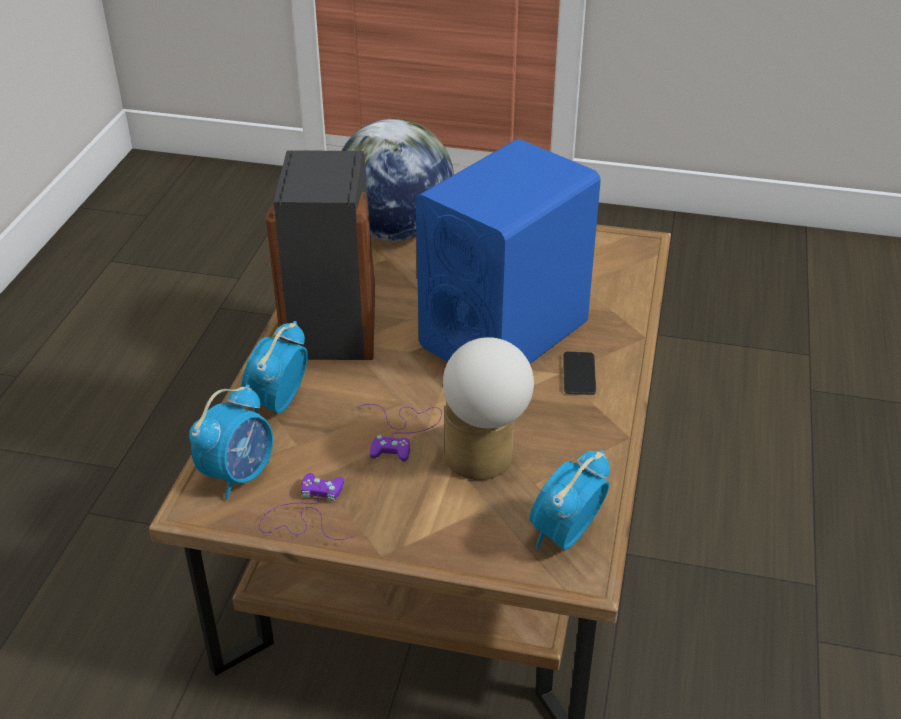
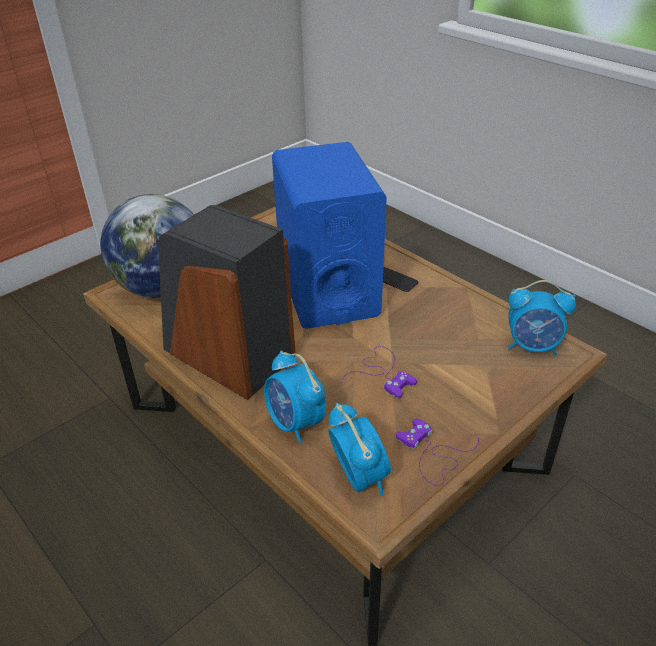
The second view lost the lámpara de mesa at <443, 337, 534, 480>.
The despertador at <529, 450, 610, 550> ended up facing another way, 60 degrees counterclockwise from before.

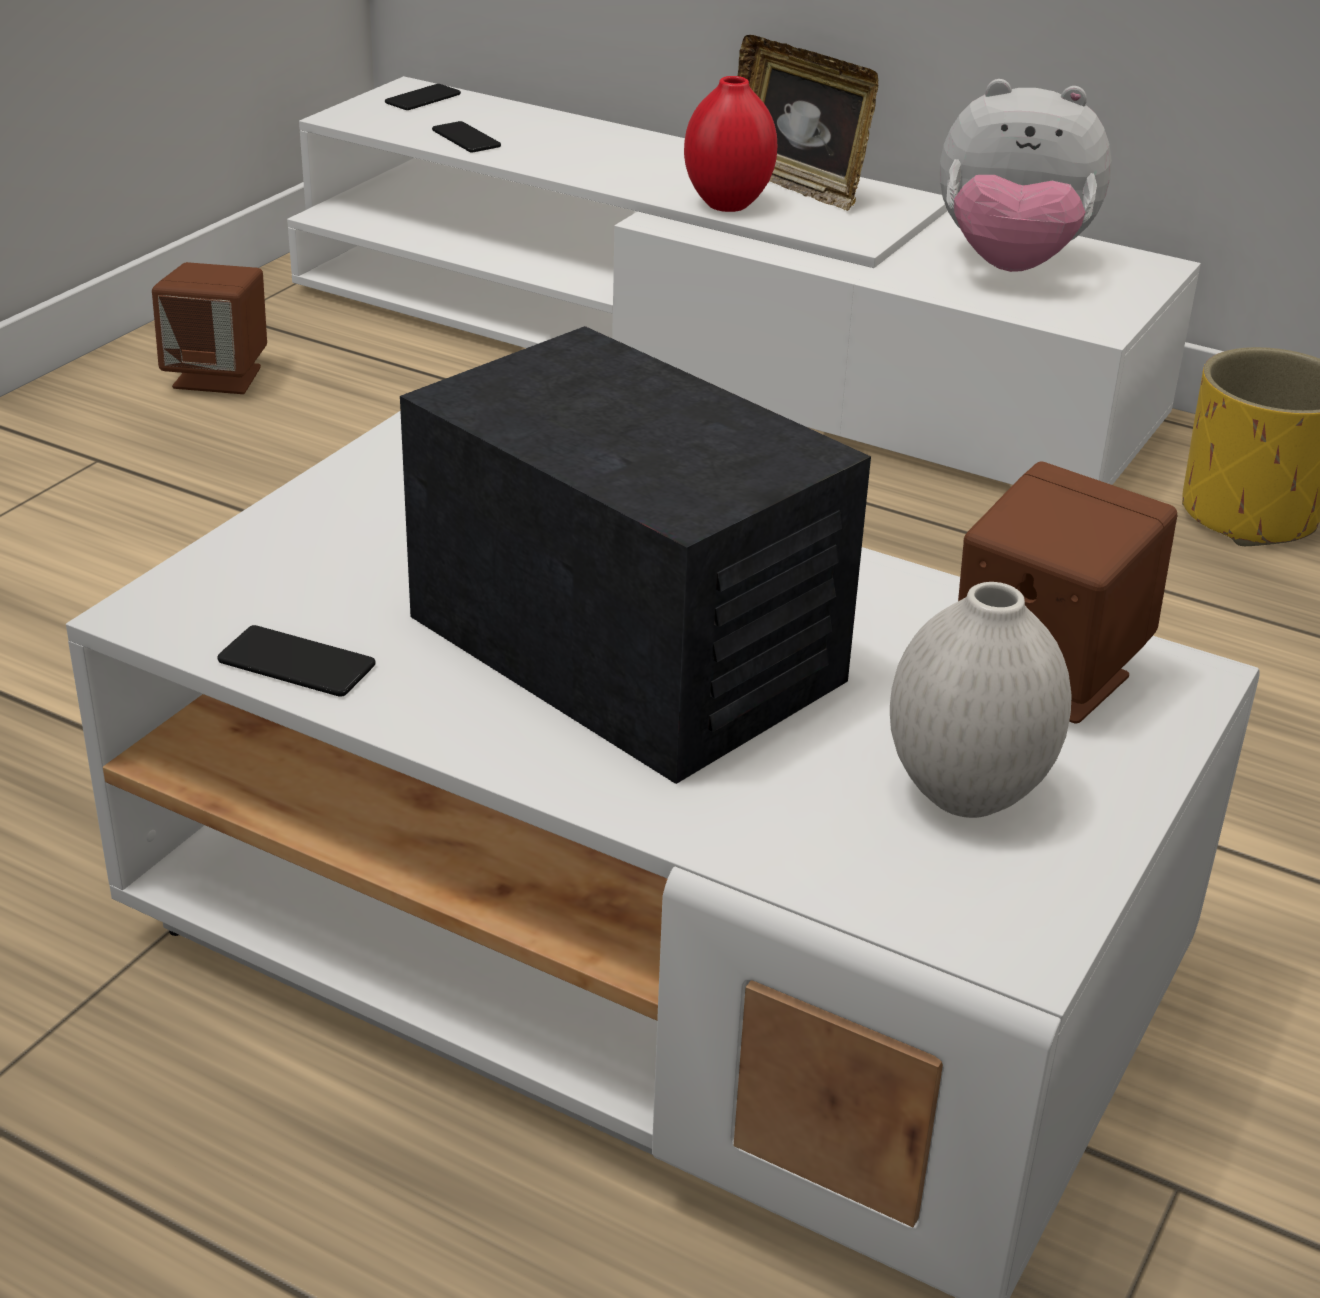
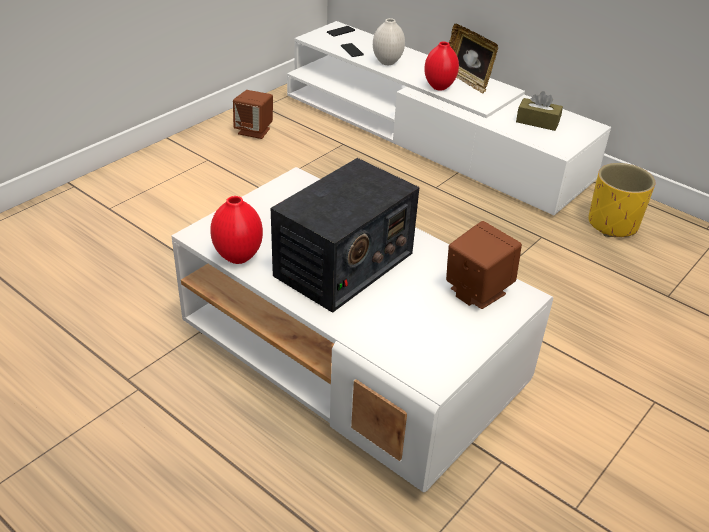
Where the peluche stood at <940, 79, 1112, 272>, the caja de pañuelos [marrón] came to stand at <516, 91, 563, 131>.
The radio at <400, 326, 871, 784> ended up facing another way, 75 degrees clockwise from before.
The florero [blanco] ended up elsewhere, having gone from <890, 582, 1072, 818> to <373, 18, 405, 65>.
Where the móvil stood at <217, 625, 376, 697>, the florero [rojo] came to stand at <210, 196, 263, 264>.

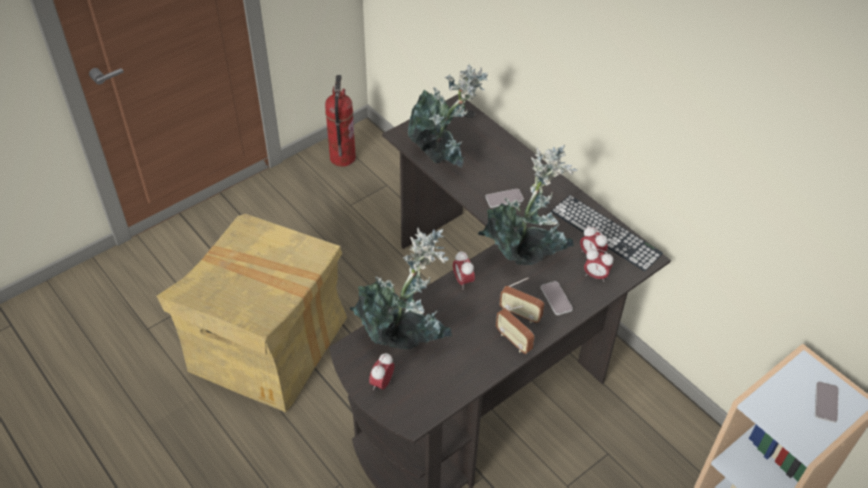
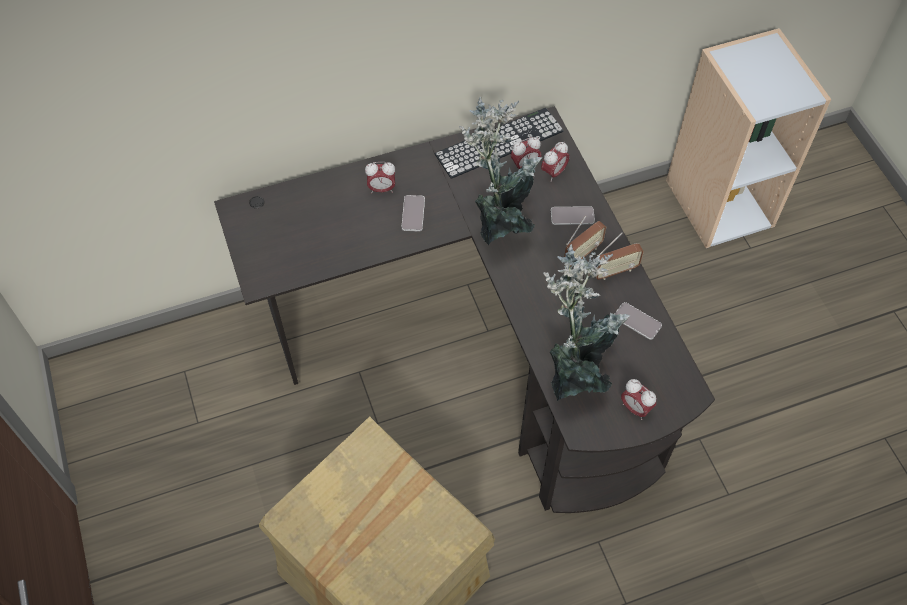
The second view lost the planta en maceta at <408, 65, 488, 168>.
The second view lost the extintor at <325, 75, 356, 167>.
The despertador ended up elsewhere, having gone from <453, 251, 475, 287> to <365, 162, 395, 194>.
The móvil ended up elsewhere, having gone from <815, 382, 839, 423> to <615, 302, 662, 340>.

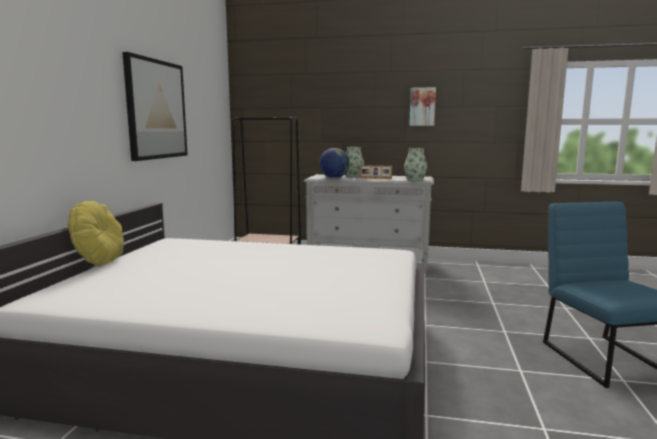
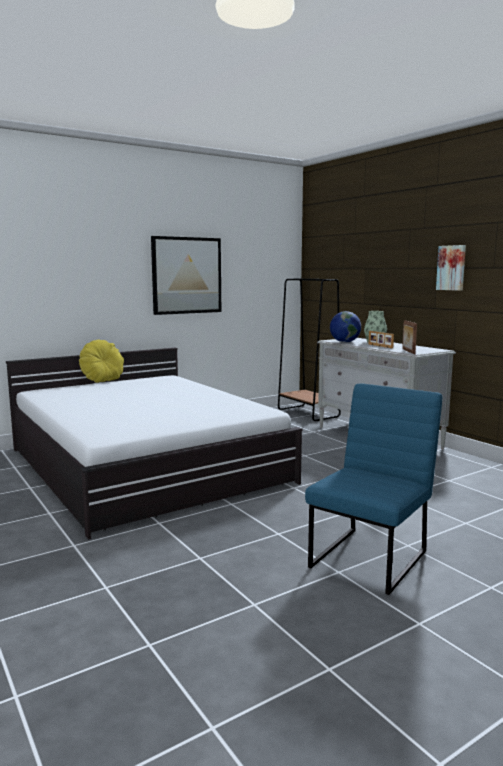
Where the florero stood at <404, 148, 427, 181>, the portarretratos came to stand at <402, 320, 417, 354>.

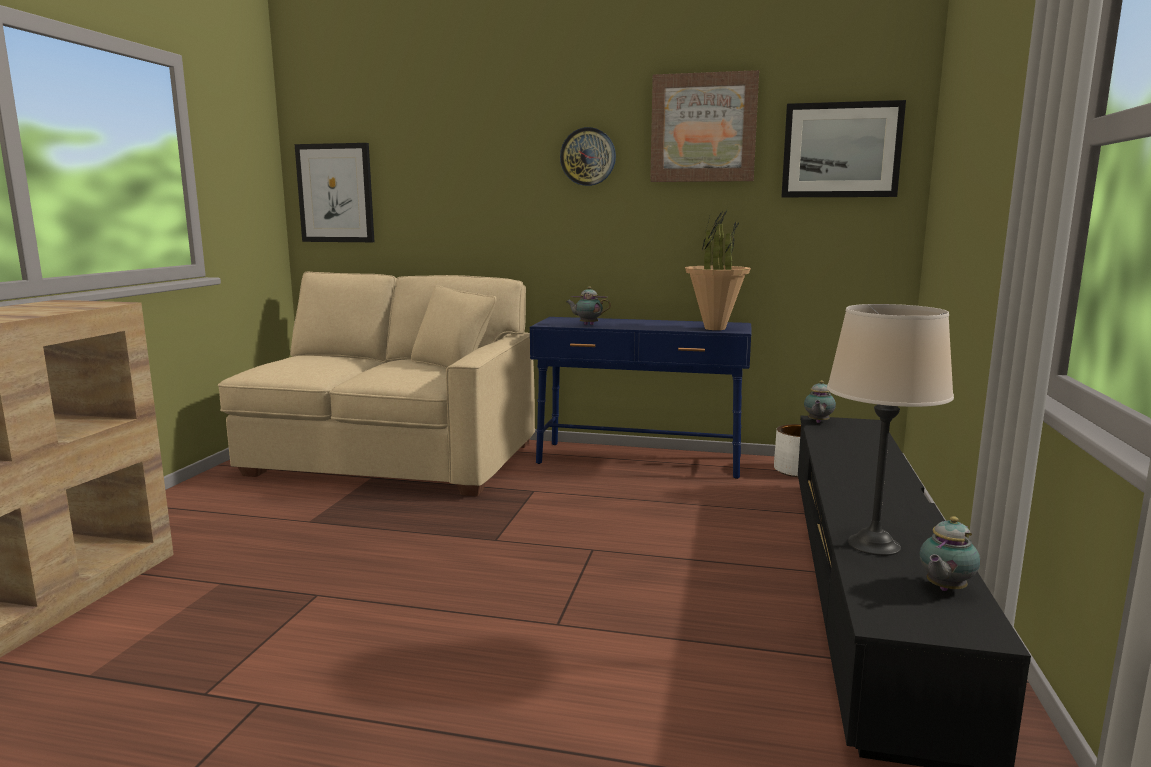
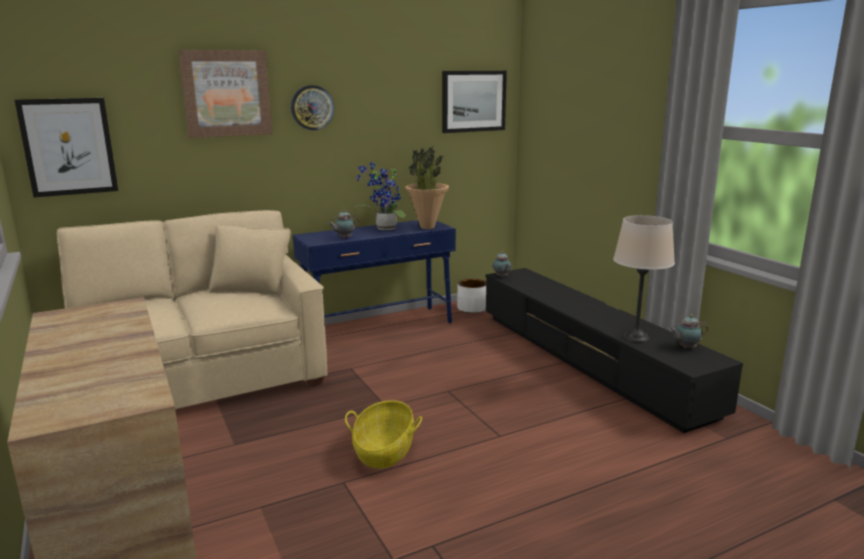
The cuadro ended up elsewhere, having gone from <650, 70, 759, 182> to <178, 50, 272, 138>.
The tetera at <920, 516, 980, 591> ended up facing another way, 75 degrees clockwise from before.
The second view gained the planta en maceta at <355, 162, 406, 230>.
The second view gained the cesta at <345, 400, 422, 469>.

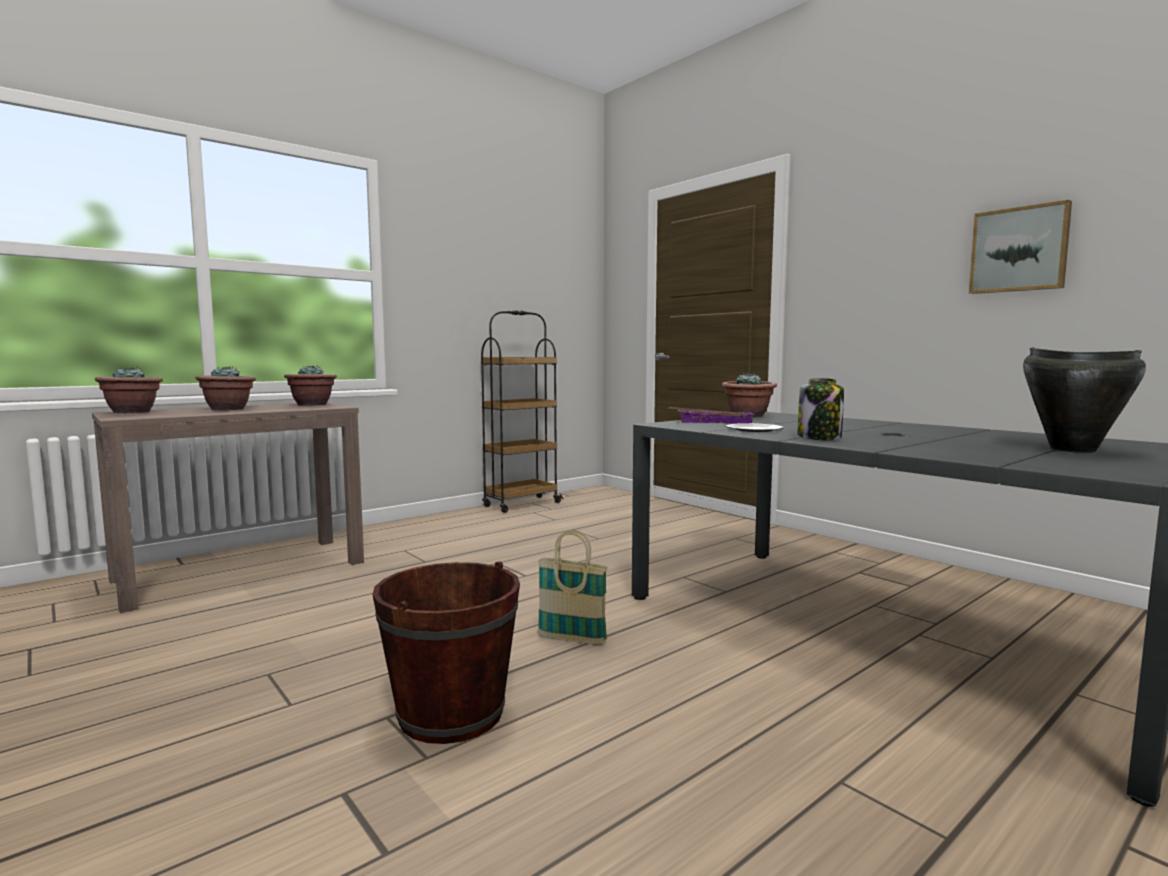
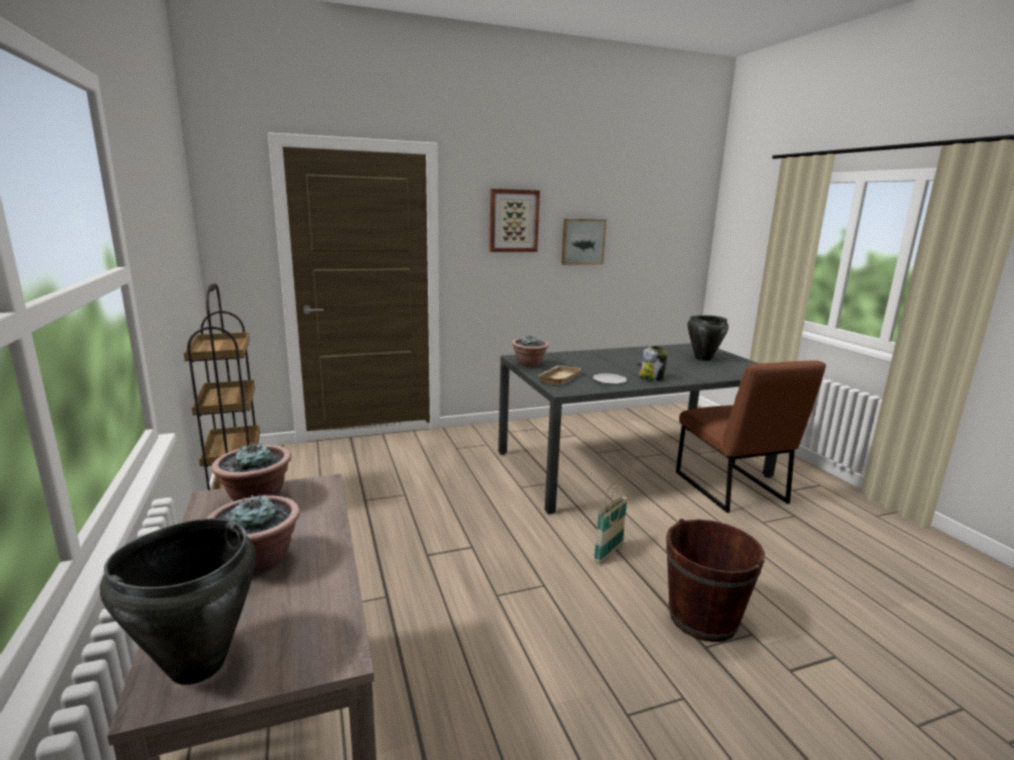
Where the planta en maceta stood at <95, 367, 163, 413>, the olla [negro] came to stand at <100, 518, 256, 685>.
What was the bandeja [morado] at <678, 410, 755, 424> turned into the bandeja [beis] at <538, 365, 581, 385>.
The second view gained the cuadro at <489, 189, 540, 252>.
The second view gained the silla [marrón] at <676, 360, 826, 513>.

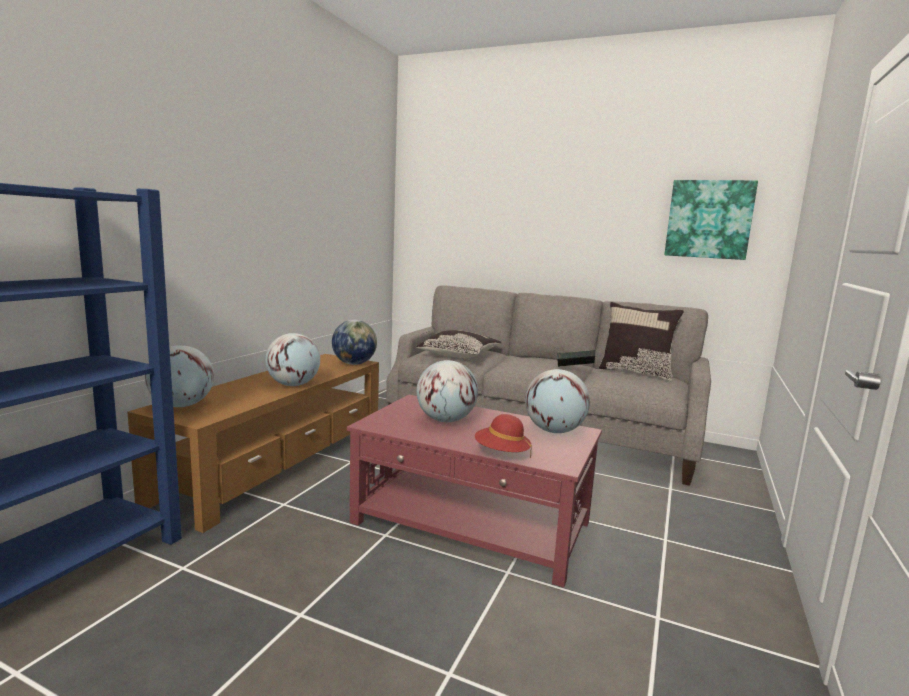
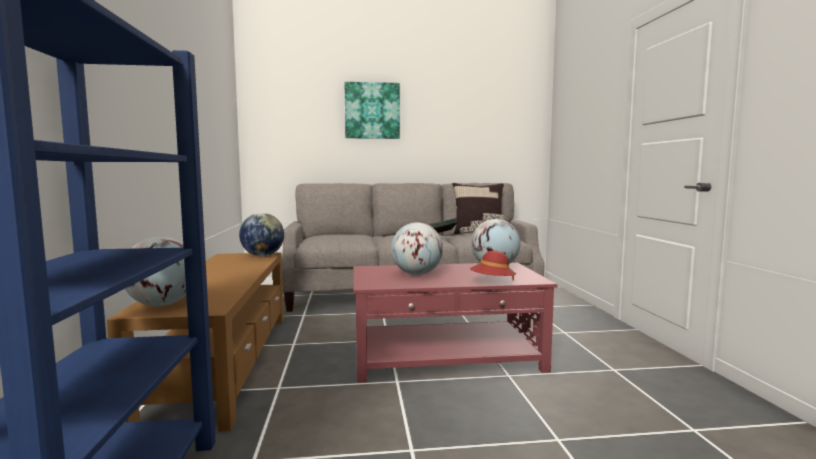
The cuadro ended up elsewhere, having gone from <664, 180, 758, 260> to <345, 82, 400, 139>.
The second view lost the cojín at <416, 330, 501, 358>.
The second view lost the globo terráqueo at <265, 333, 320, 386>.

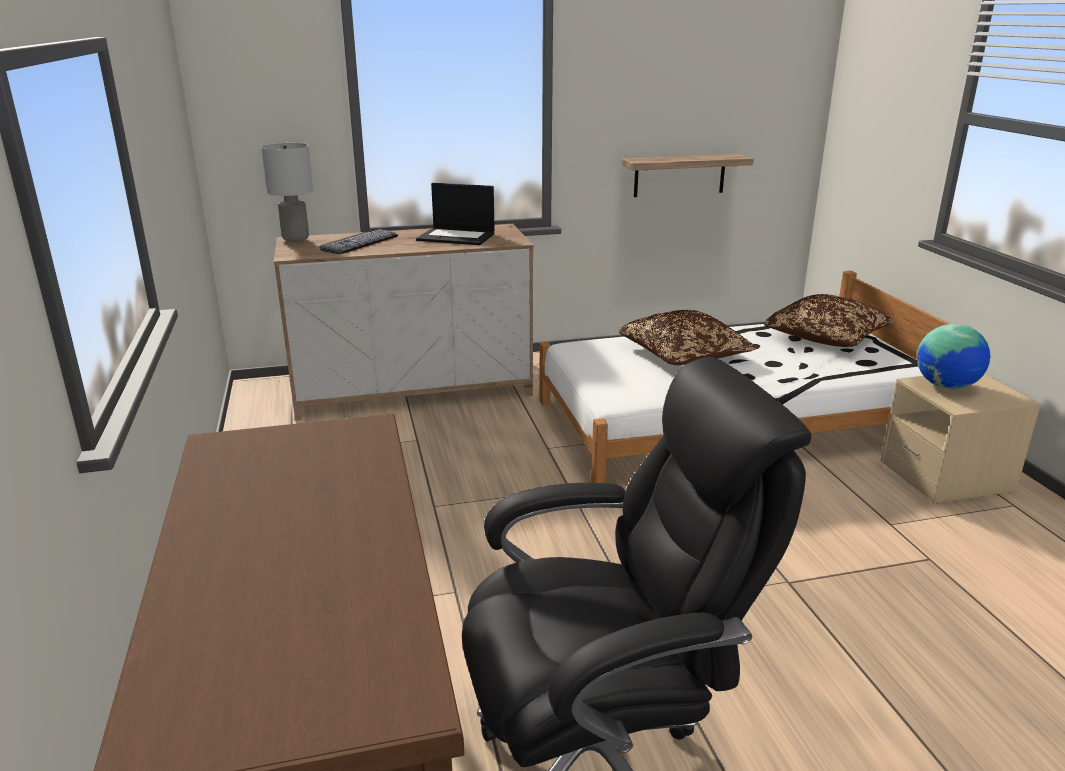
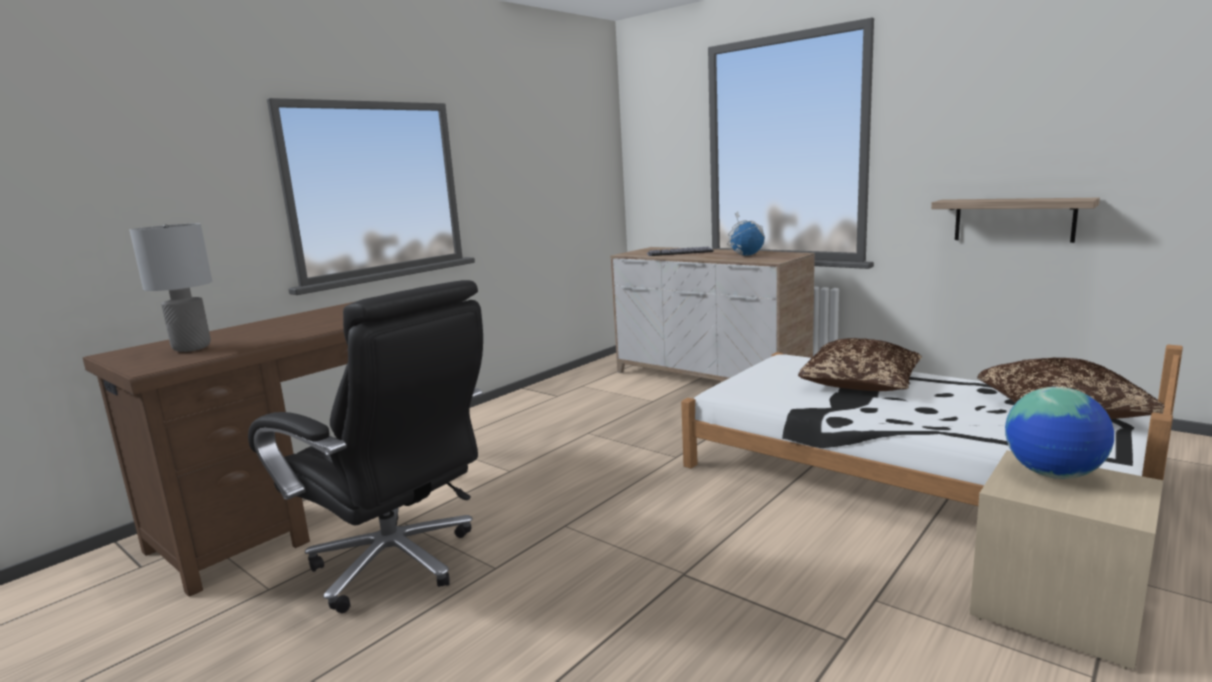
The lámpara de mesa [gris] ended up elsewhere, having gone from <261, 143, 313, 242> to <129, 223, 212, 352>.
Where the portátil stood at <416, 183, 495, 245>, the globo terráqueo came to stand at <727, 211, 765, 256>.

